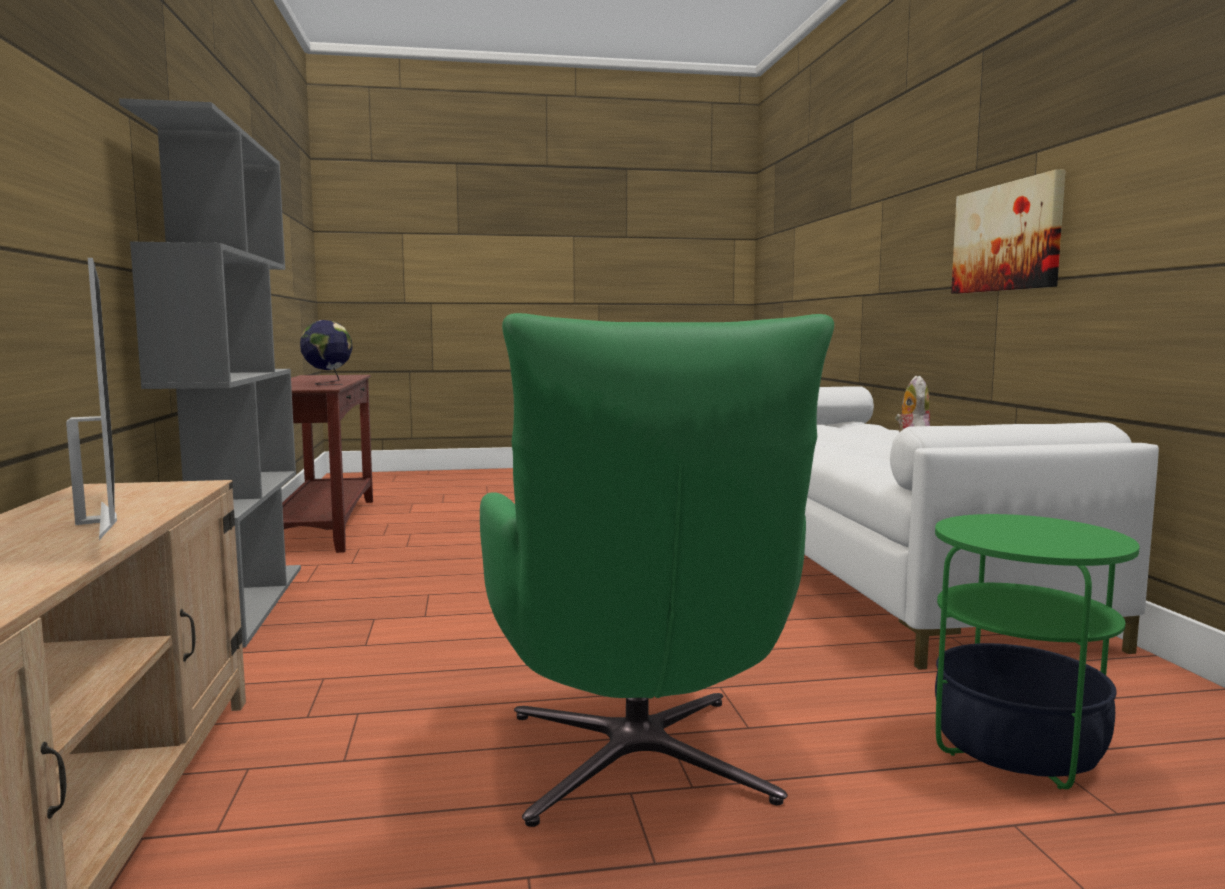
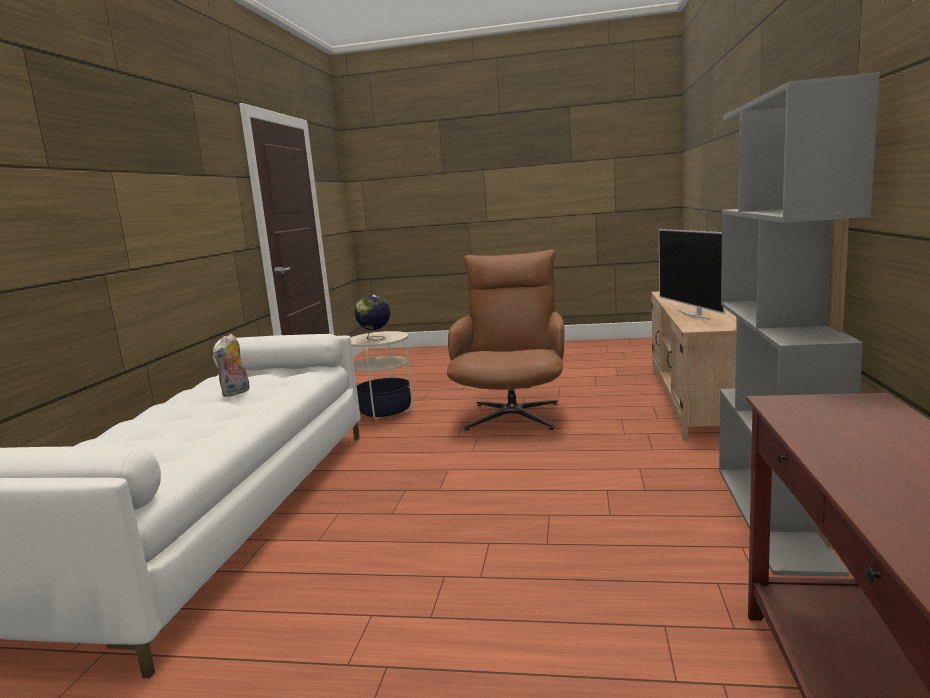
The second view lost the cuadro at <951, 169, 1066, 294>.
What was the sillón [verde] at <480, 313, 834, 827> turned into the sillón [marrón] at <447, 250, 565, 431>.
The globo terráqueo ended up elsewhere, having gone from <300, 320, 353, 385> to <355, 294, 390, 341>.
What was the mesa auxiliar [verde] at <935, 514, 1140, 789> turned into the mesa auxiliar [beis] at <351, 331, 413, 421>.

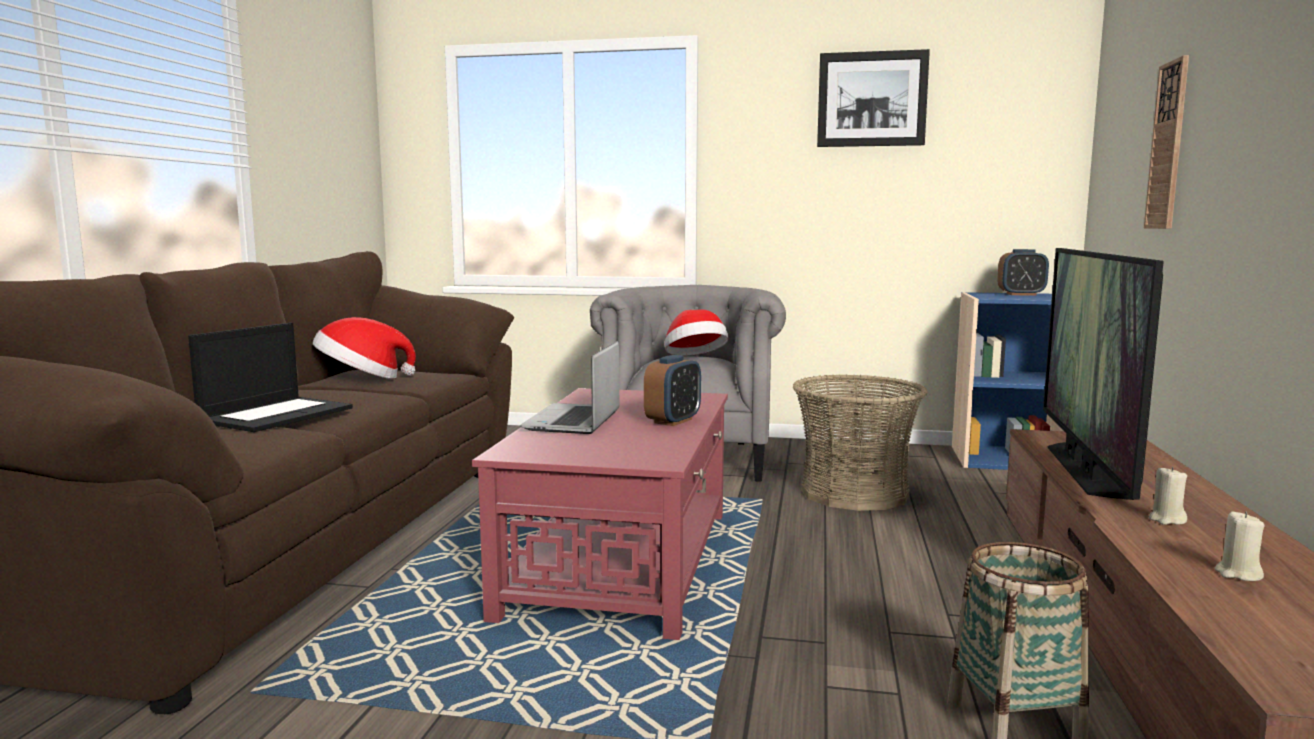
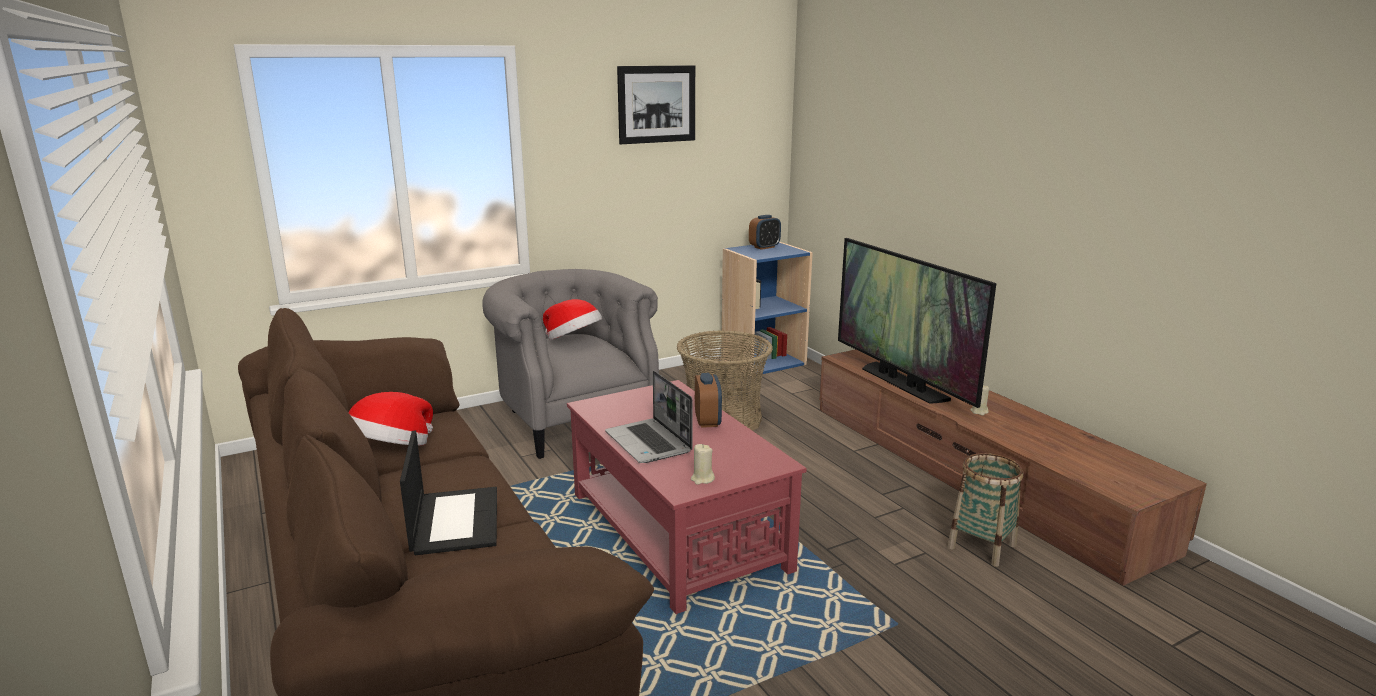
The second view lost the reloj de pared at <1144, 55, 1189, 229>.
The vela [beis] ended up elsewhere, having gone from <1215, 512, 1264, 581> to <691, 444, 715, 485>.

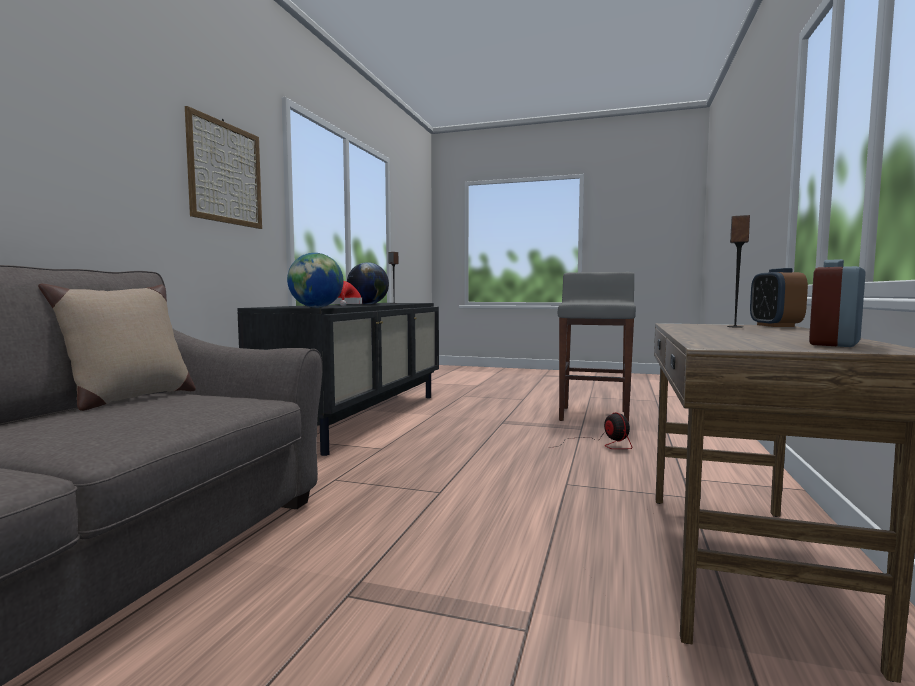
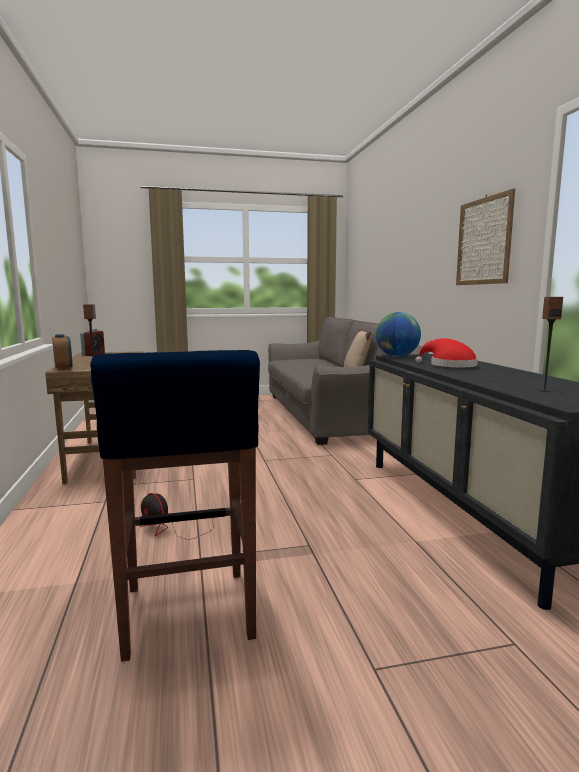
The second view lost the globo terráqueo at <347, 262, 389, 304>.
What was the taburete [gris] at <558, 272, 636, 422> turned into the taburete [azul] at <90, 350, 260, 662>.

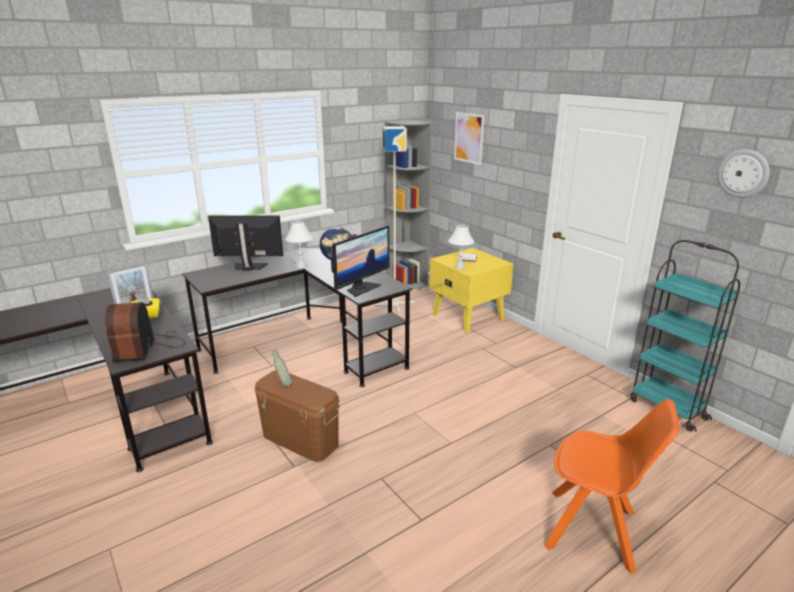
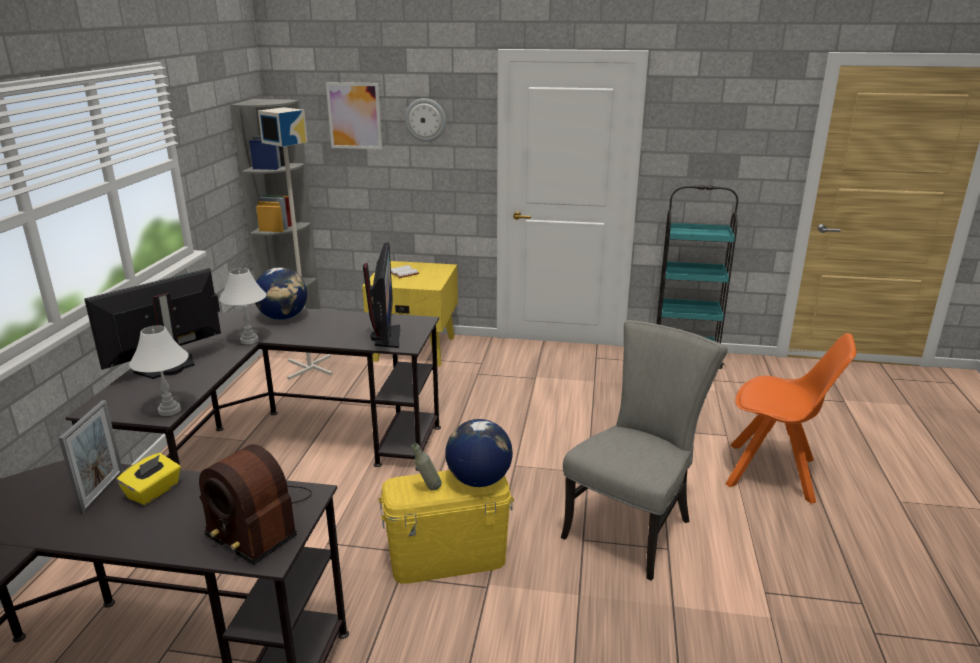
The reloj de pared ended up elsewhere, having gone from <717, 149, 770, 198> to <405, 98, 446, 142>.
The lámpara de mesa [blanco] ended up elsewhere, having gone from <448, 225, 474, 269> to <129, 325, 189, 416>.
What was the caja de almacenaje [marrón] at <255, 370, 340, 462> turned into the caja de almacenaje [amarillo] at <378, 470, 514, 584>.
The silla [naranja] at <544, 399, 679, 574> ended up facing another way, 45 degrees clockwise from before.
The second view gained the silla [gris] at <561, 320, 728, 581>.
The second view gained the globo terráqueo at <445, 419, 513, 487>.

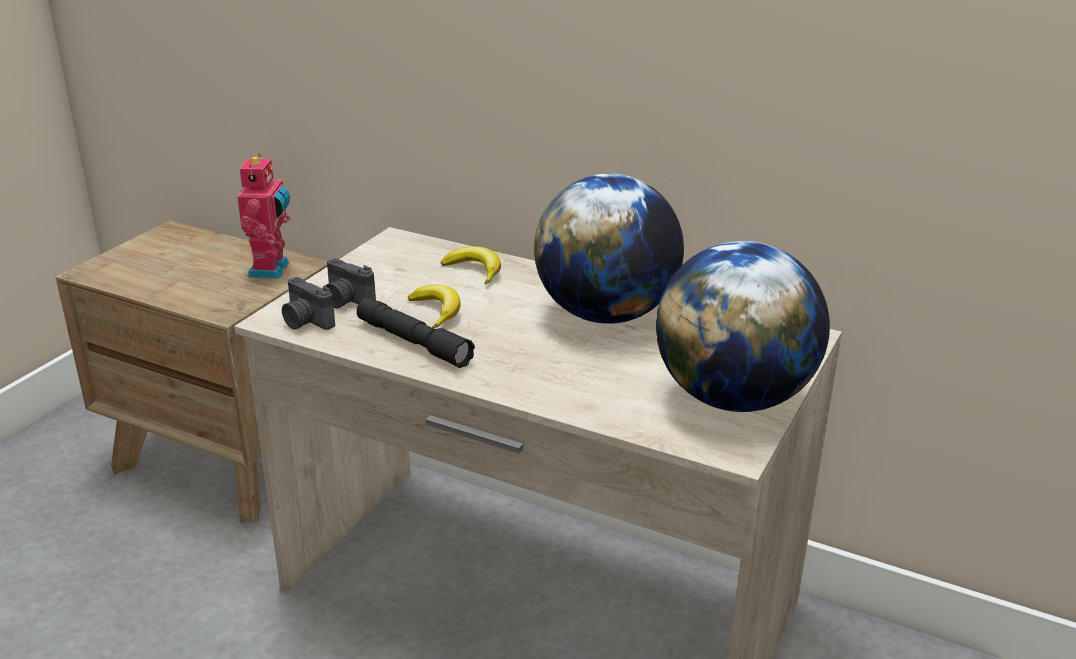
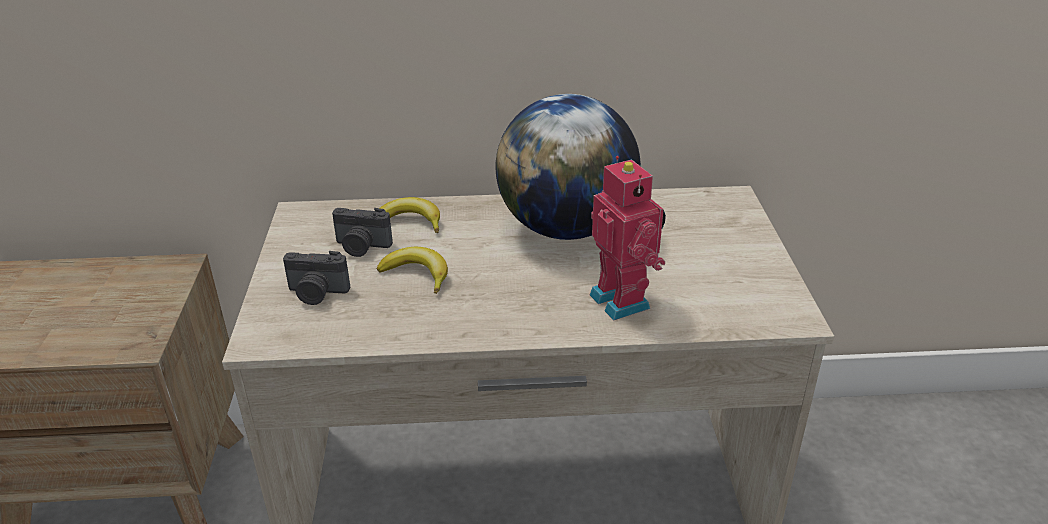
The robot de juguete ended up elsewhere, having gone from <237, 153, 290, 279> to <590, 156, 666, 321>.
The second view lost the globo terráqueo at <656, 241, 830, 412>.
The cámara ended up elsewhere, having gone from <282, 277, 335, 330> to <332, 208, 393, 257>.
The second view lost the linterna [negro] at <357, 297, 475, 368>.

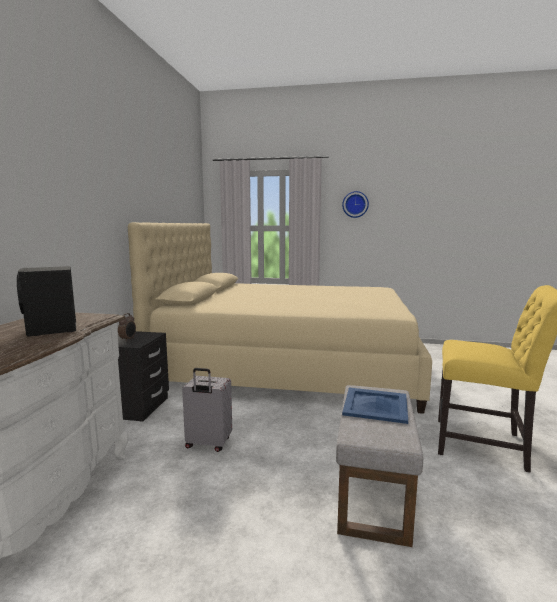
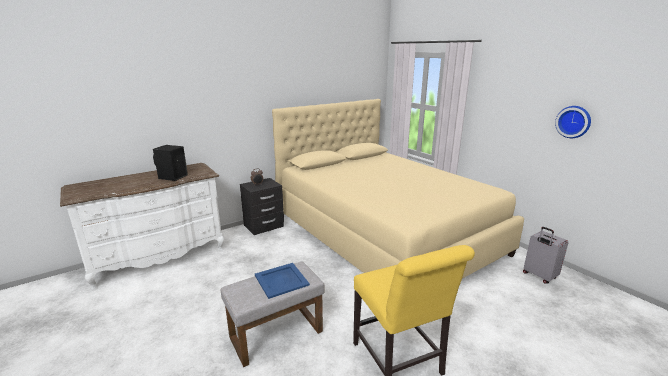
The reloj de pared ended up elsewhere, having gone from <342, 191, 369, 218> to <555, 106, 591, 138>.
The maleta [gris] ended up elsewhere, having gone from <182, 368, 232, 452> to <523, 227, 568, 284>.

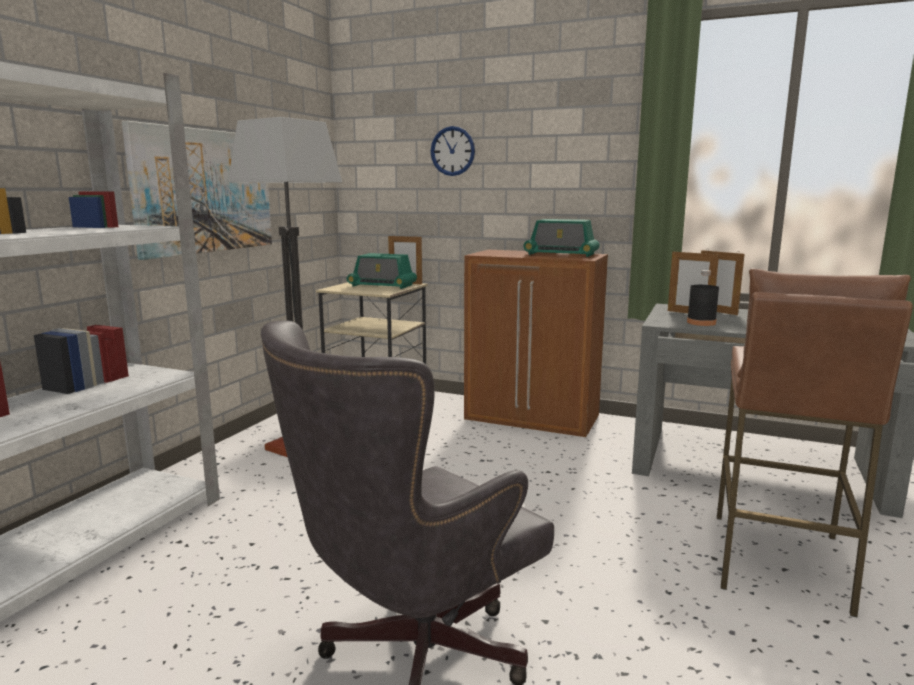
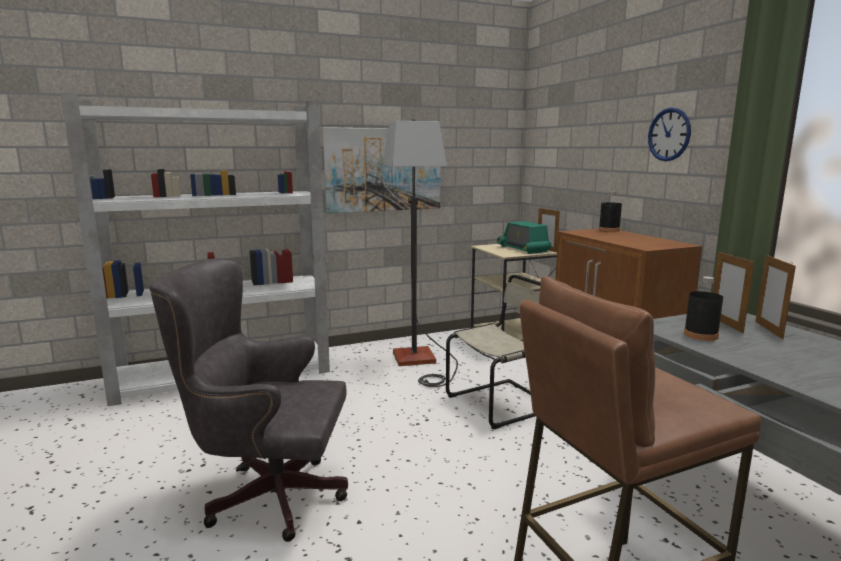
The reloj de pared ended up elsewhere, having gone from <431, 126, 475, 176> to <648, 108, 691, 161>.
The second view lost the radio at <523, 219, 600, 257>.
The second view gained the botella [negro] at <599, 191, 622, 232>.
The second view gained the silla [beis] at <446, 275, 541, 429>.

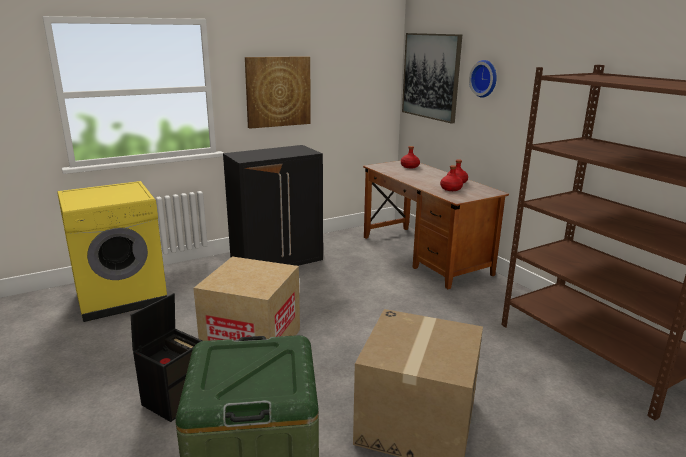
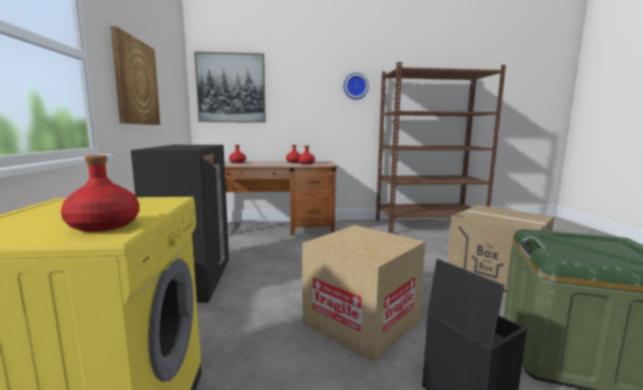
The reloj de pared ended up elsewhere, having gone from <469, 60, 497, 98> to <344, 73, 369, 100>.
The second view gained the botella [rojo] at <61, 155, 140, 232>.

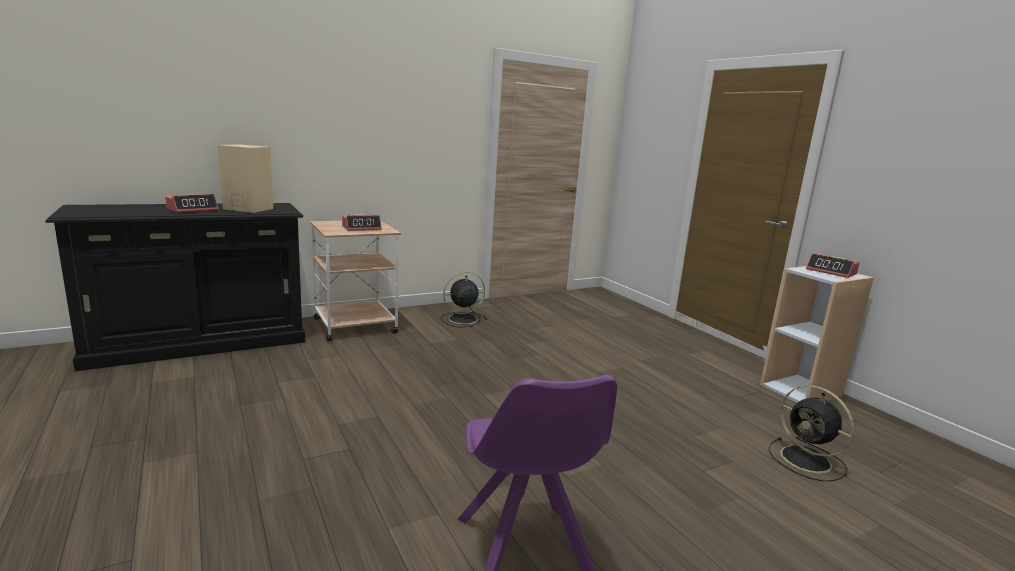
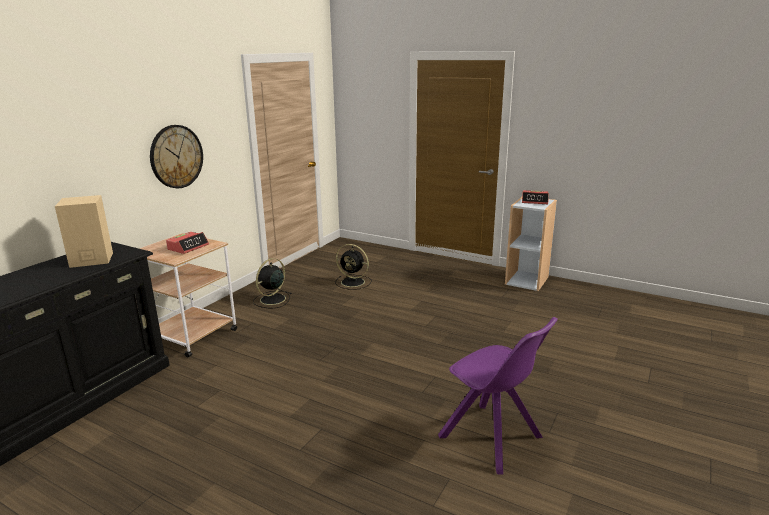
The second view lost the despertador at <165, 194, 219, 213>.
The ventilador [negro] ended up elsewhere, having gone from <769, 385, 854, 481> to <335, 244, 372, 290>.
The second view gained the reloj de pared at <150, 125, 203, 188>.

